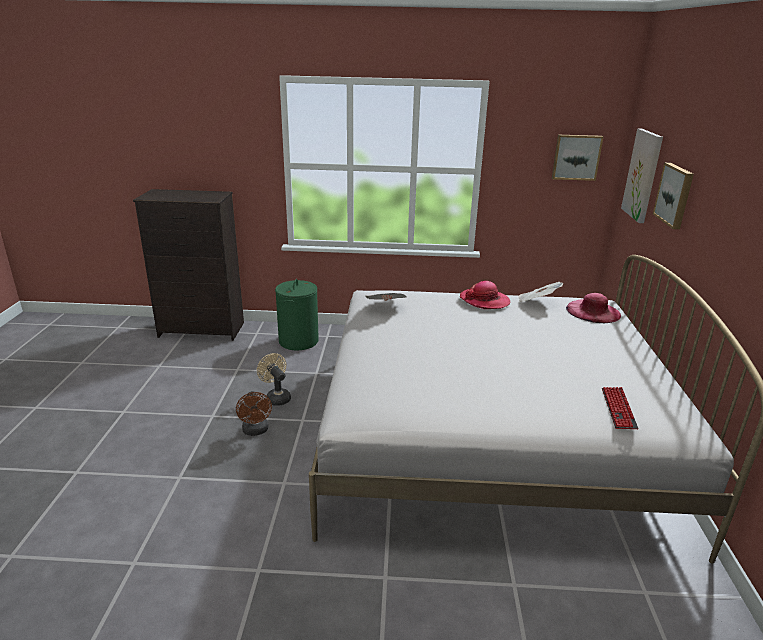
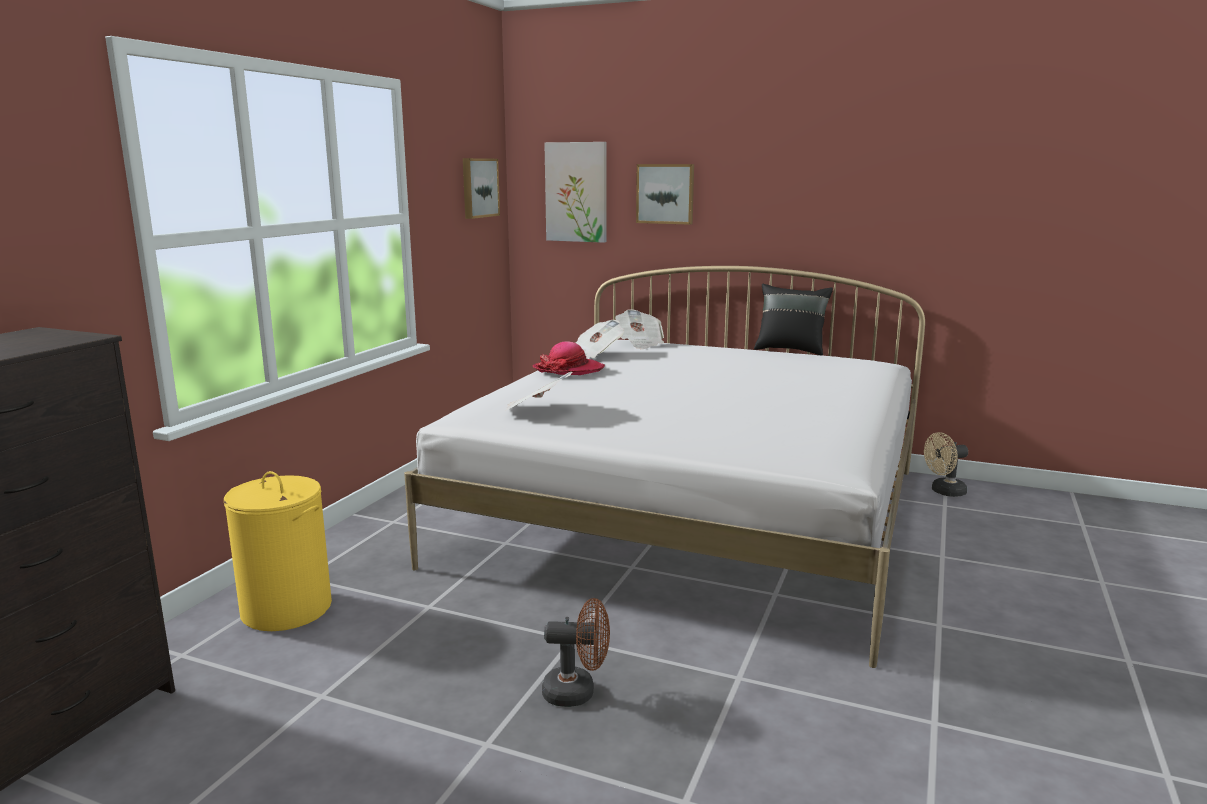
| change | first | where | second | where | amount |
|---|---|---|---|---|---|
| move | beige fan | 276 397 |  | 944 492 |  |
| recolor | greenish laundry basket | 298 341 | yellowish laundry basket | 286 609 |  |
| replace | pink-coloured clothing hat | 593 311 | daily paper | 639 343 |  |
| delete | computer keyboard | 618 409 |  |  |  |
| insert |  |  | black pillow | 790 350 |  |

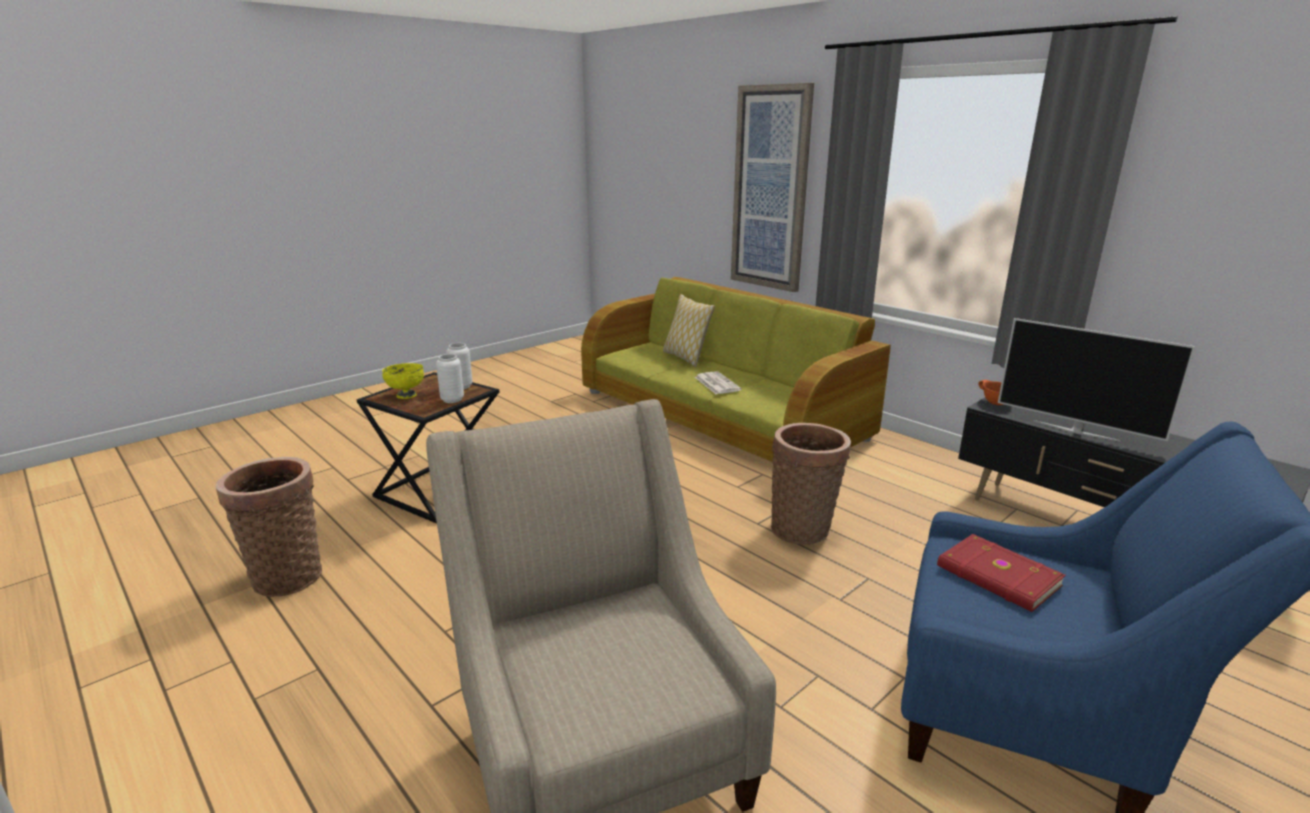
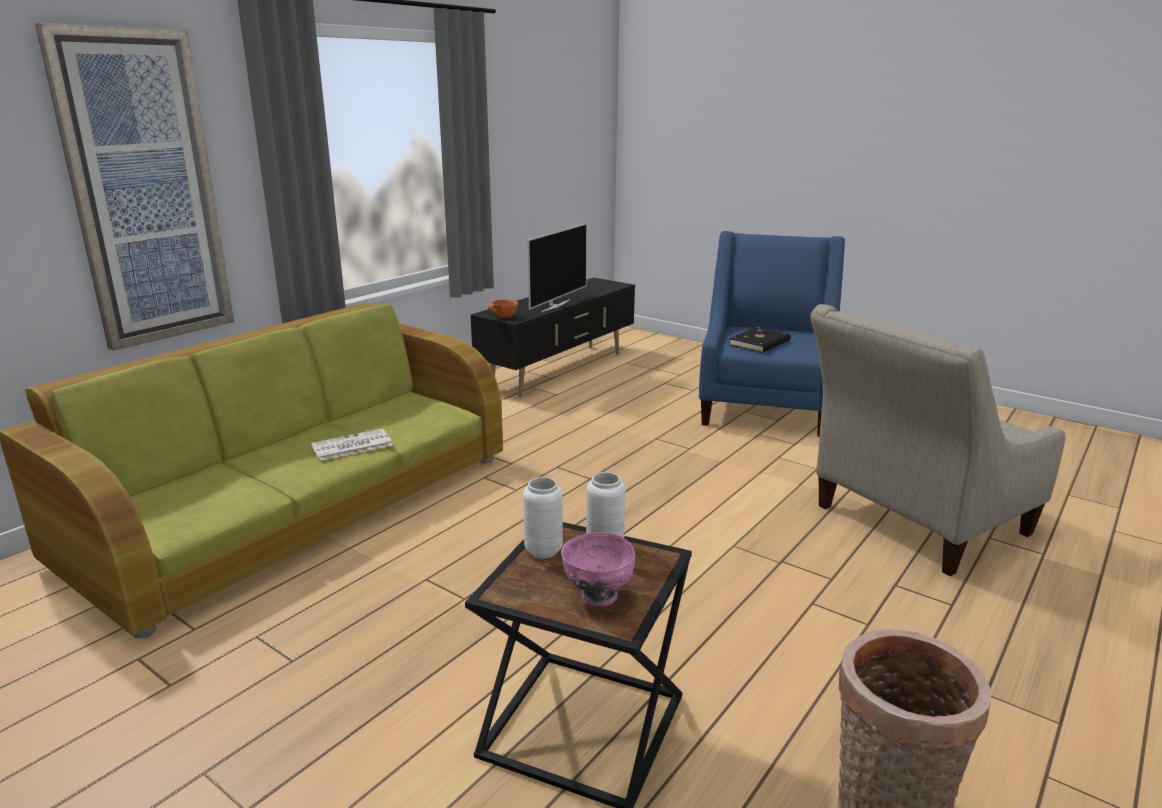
| change | first | where | second | where | amount |
|---|---|---|---|---|---|
| recolor | yellowish serving bowl | 406 395 | pink-coloured serving bowl | 598 596 |  |
| delete | pillow | 686 358 |  |  |  |
| delete | household basket | 803 529 |  |  |  |
| recolor | reddish book | 998 577 | black book | 761 343 |  |

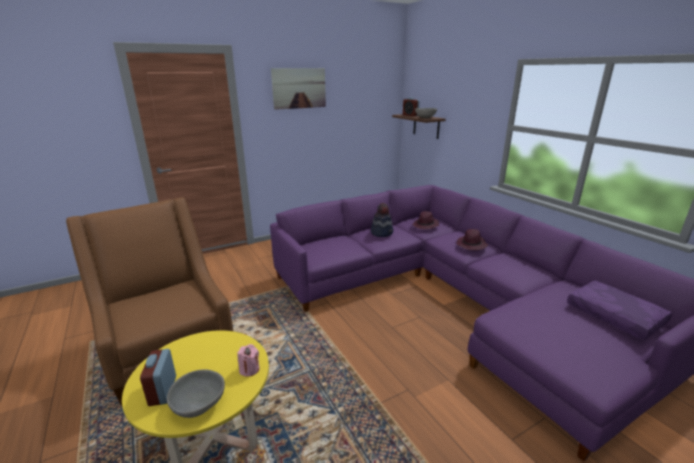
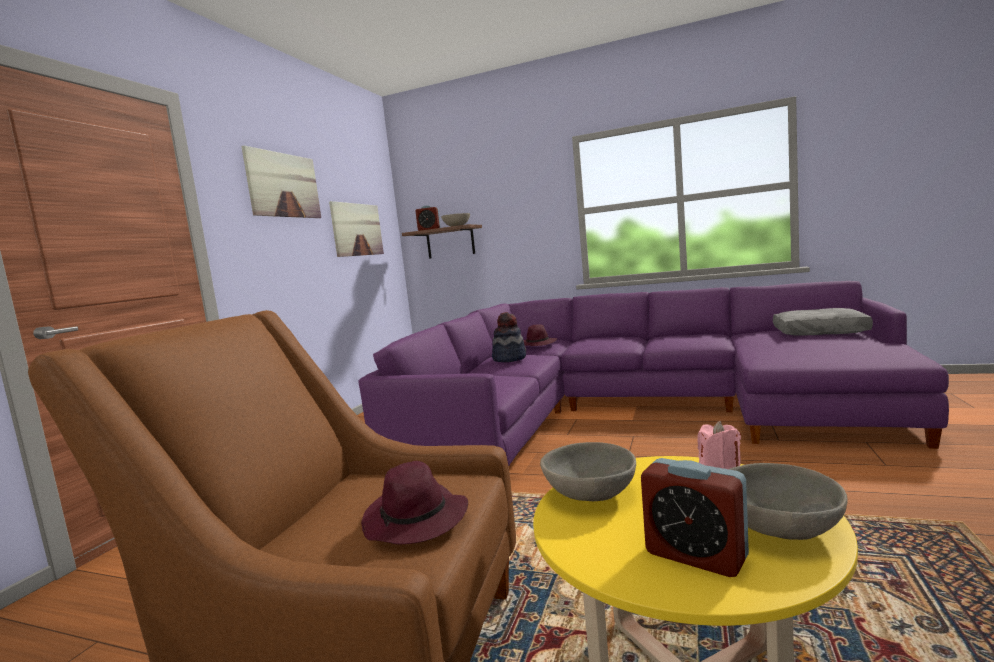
| change | first | where | second | where | amount |
|---|---|---|---|---|---|
| move | purple clothing hat | 471 245 |  | 416 520 |  |
| recolor | purple pillow | 612 316 | gray pillow | 819 332 |  |
| insert |  |  | picture | 357 229 |  |
| insert |  |  | gray serving bowl | 591 494 |  |

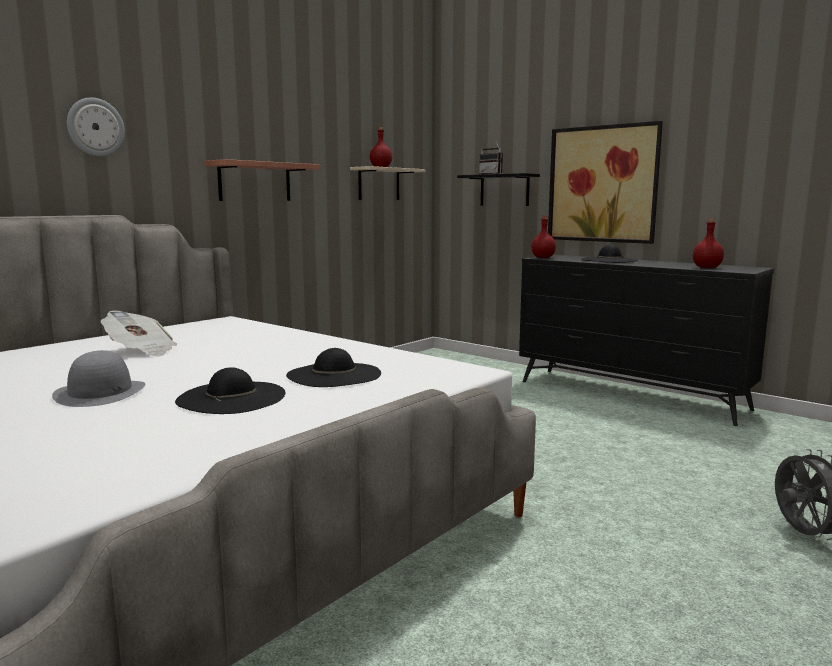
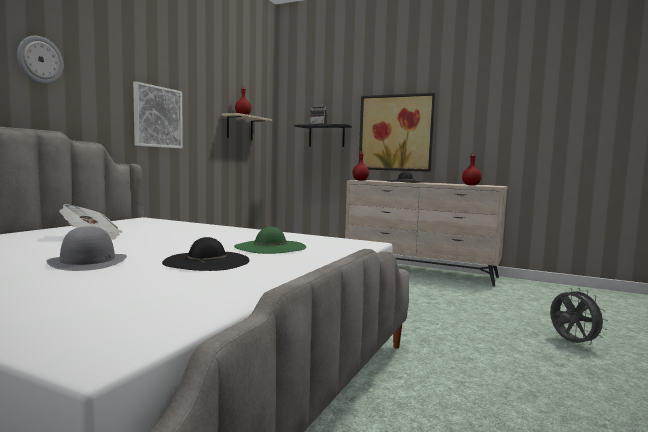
| change | first | where | second | where | amount |
|---|---|---|---|---|---|
| replace | shelf | 255 182 | picture | 157 117 |  |
| recolor | black clothing hat | 334 375 | greenish clothing hat | 270 247 |  |
| recolor | black chest of drawers | 630 395 | beige chest of drawers | 420 272 |  |

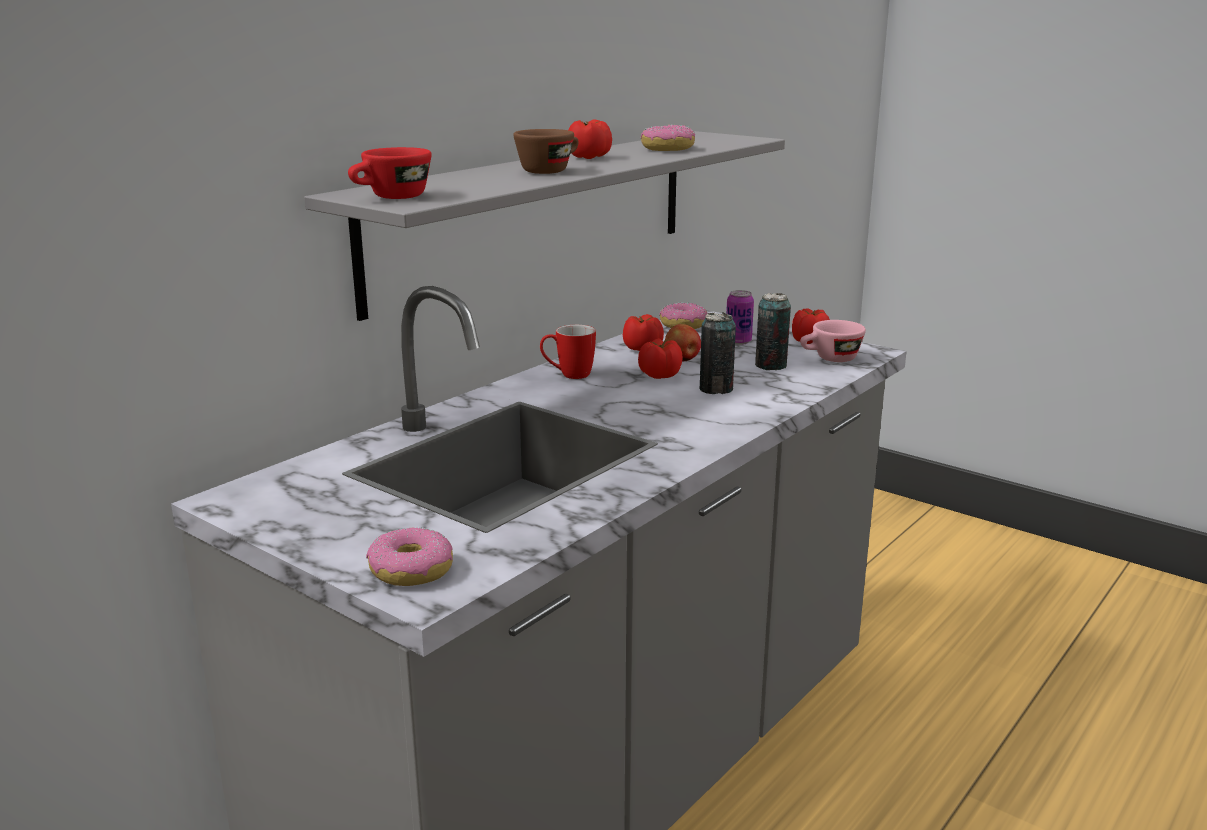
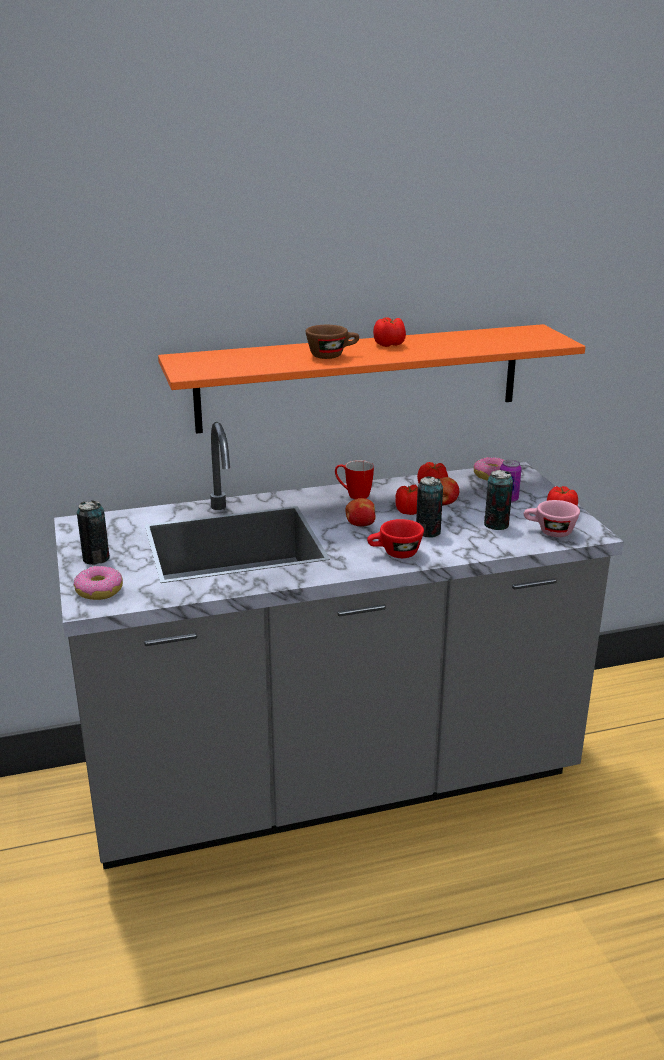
| change | first | where | second | where | amount |
|---|---|---|---|---|---|
| recolor | gray shelf | 538 214 | orange-coloured shelf | 360 378 |  |
| move | reddish small cup | 391 198 |  | 394 554 |  |
| delete | donut | 667 148 |  |  |  |
| insert |  |  | sealed can | 96 559 |  |
| insert |  |  | apple fruit | 360 525 |  |

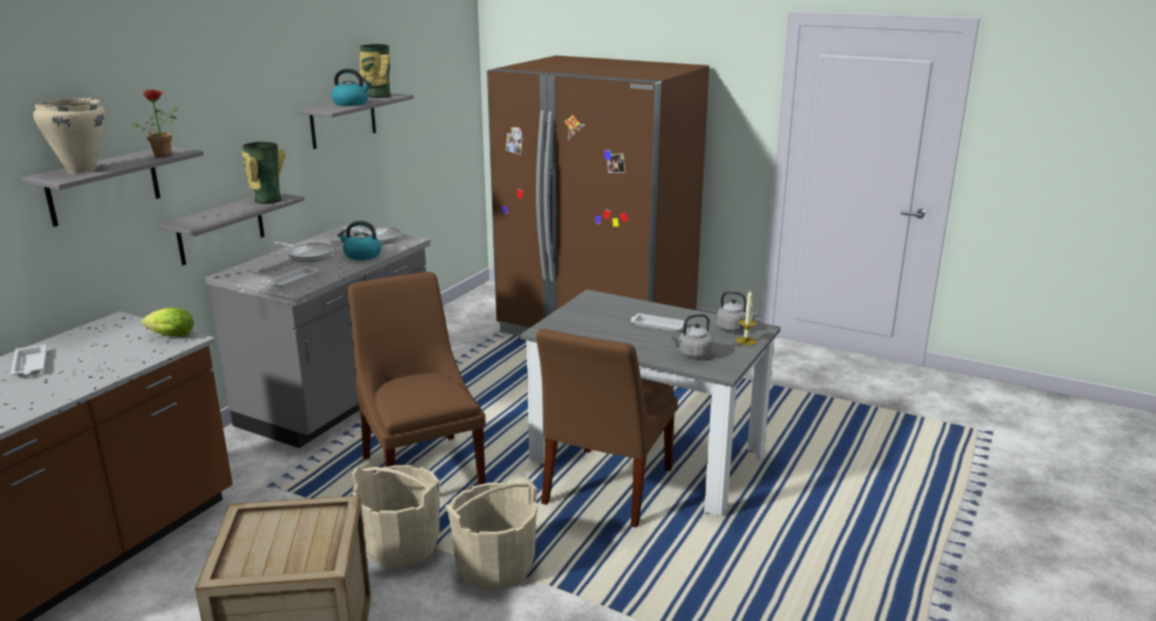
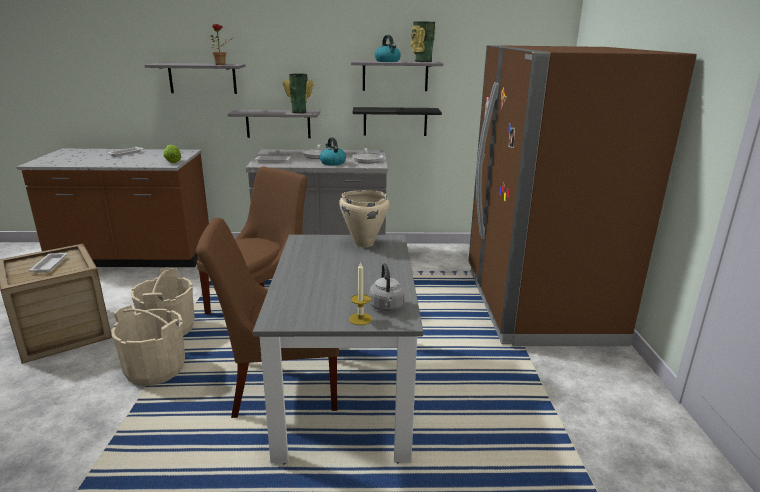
| change | first | where | second | where | amount |
|---|---|---|---|---|---|
| move | beige stockpot | 81 170 |  | 363 243 |  |
| move | white tray | 657 325 |  | 50 265 |  |
| delete | gray water kettle | 693 354 |  |  |  |
| insert |  |  | black shelf | 395 121 |  |

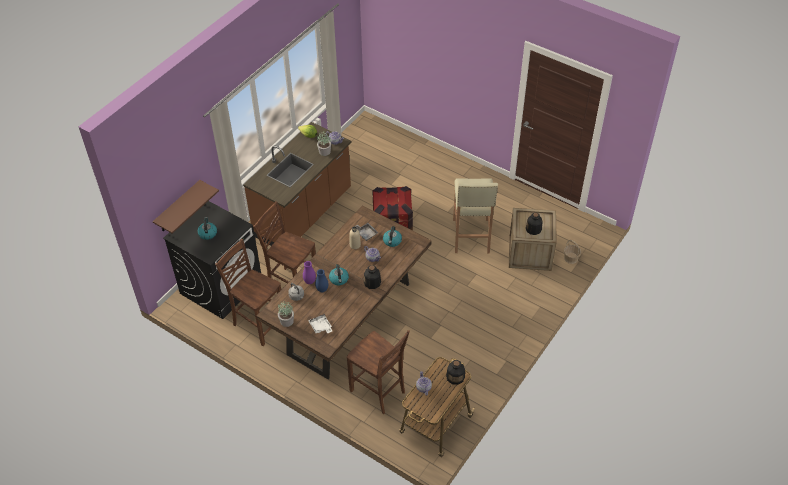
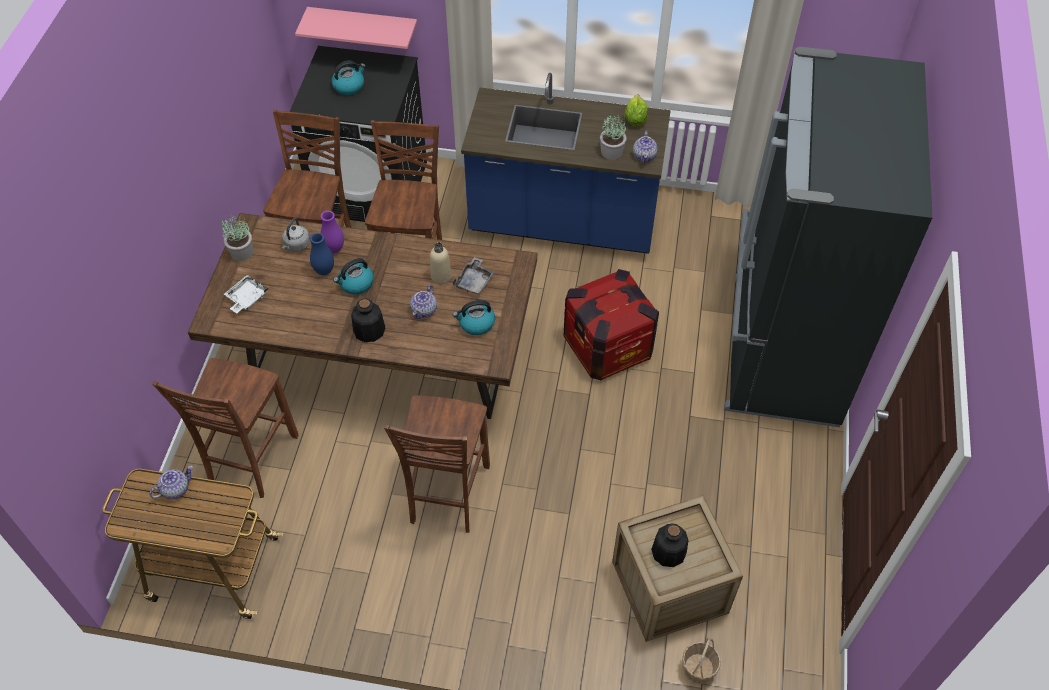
| change | first | where | second | where | amount |
|---|---|---|---|---|---|
| recolor | brown shelf | 178 207 | pink-coloured shelf | 363 27 |  |
| recolor | brown counter | 304 214 | blue counter | 563 224 |  |
| delete | drink bottle | 455 377 |  |  |  |
| delete | beige sitting stool | 471 236 |  |  |  |
| insert |  |  | brown chair | 447 495 |  |
| insert |  |  | black kitchen fridge | 781 349 |  |

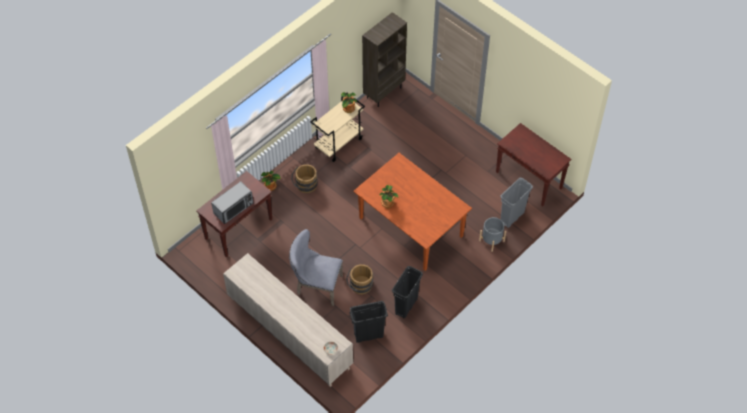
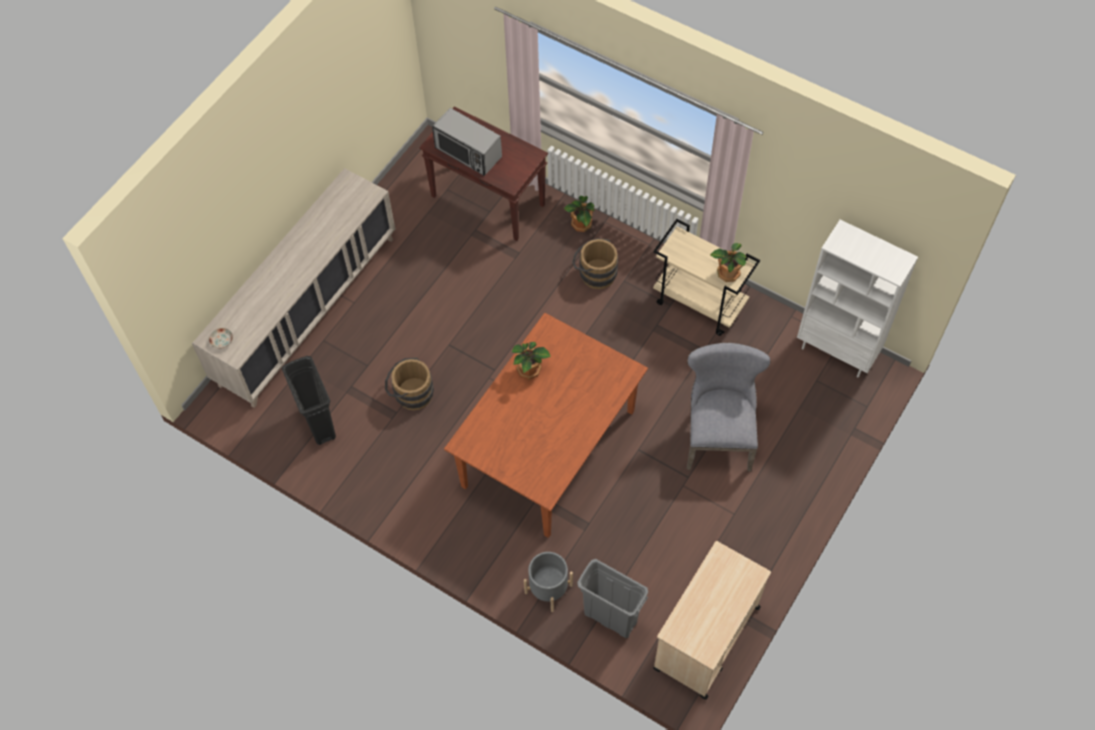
| change | first | where | second | where | amount |
|---|---|---|---|---|---|
| move | gray chair | 316 286 |  | 718 434 |  |
| recolor | brown shelving unit | 384 92 | white shelving unit | 837 351 |  |
| delete | black trash can | 406 306 |  |  |  |
| replace | brown console table | 529 180 | beige wheeled cart | 706 638 |  |

